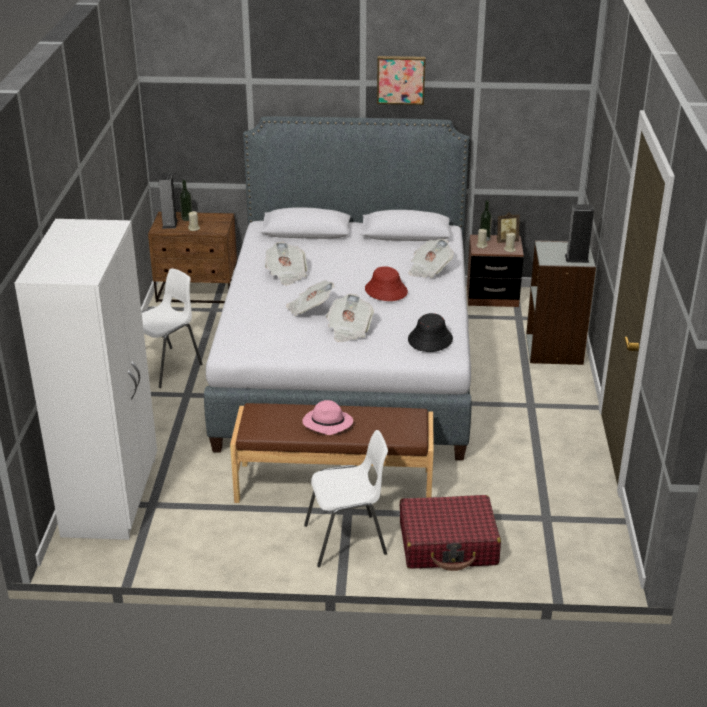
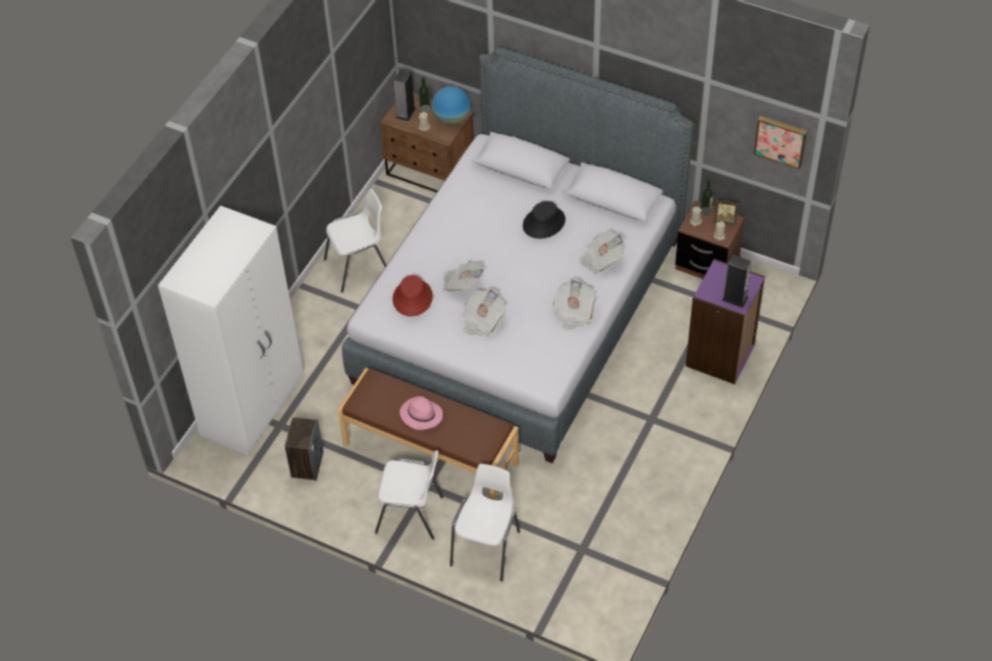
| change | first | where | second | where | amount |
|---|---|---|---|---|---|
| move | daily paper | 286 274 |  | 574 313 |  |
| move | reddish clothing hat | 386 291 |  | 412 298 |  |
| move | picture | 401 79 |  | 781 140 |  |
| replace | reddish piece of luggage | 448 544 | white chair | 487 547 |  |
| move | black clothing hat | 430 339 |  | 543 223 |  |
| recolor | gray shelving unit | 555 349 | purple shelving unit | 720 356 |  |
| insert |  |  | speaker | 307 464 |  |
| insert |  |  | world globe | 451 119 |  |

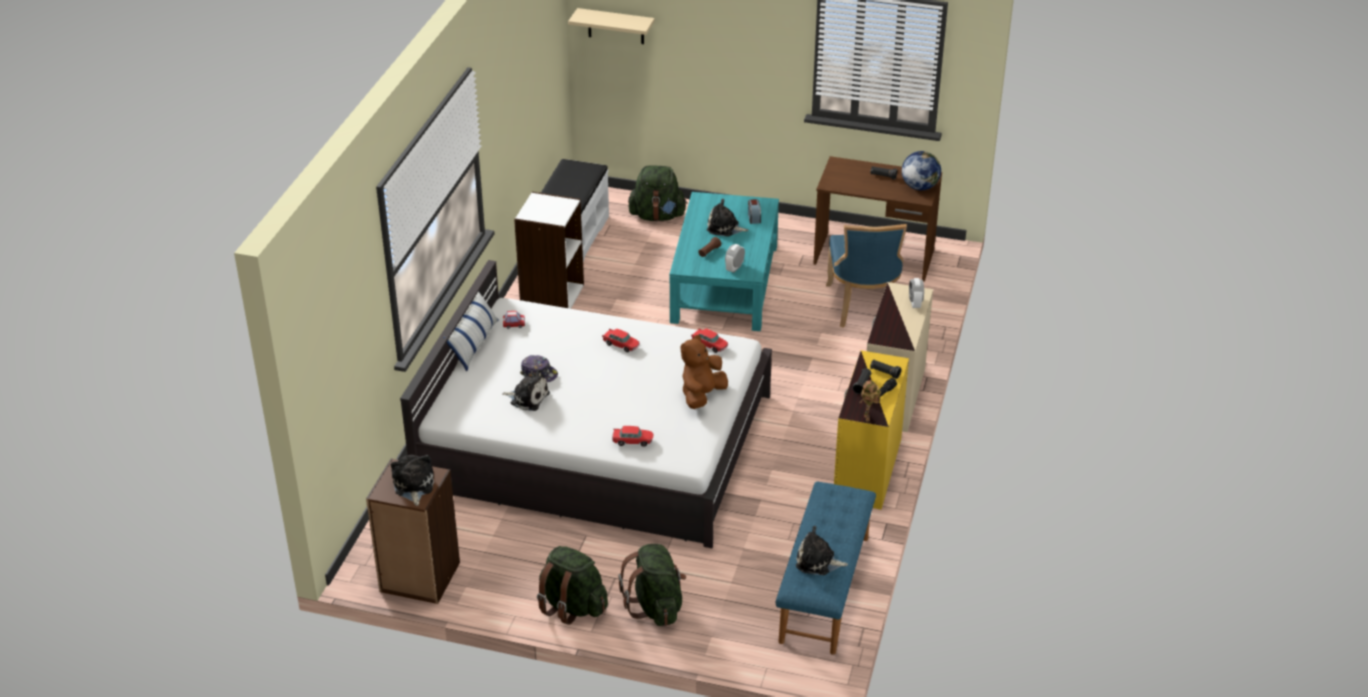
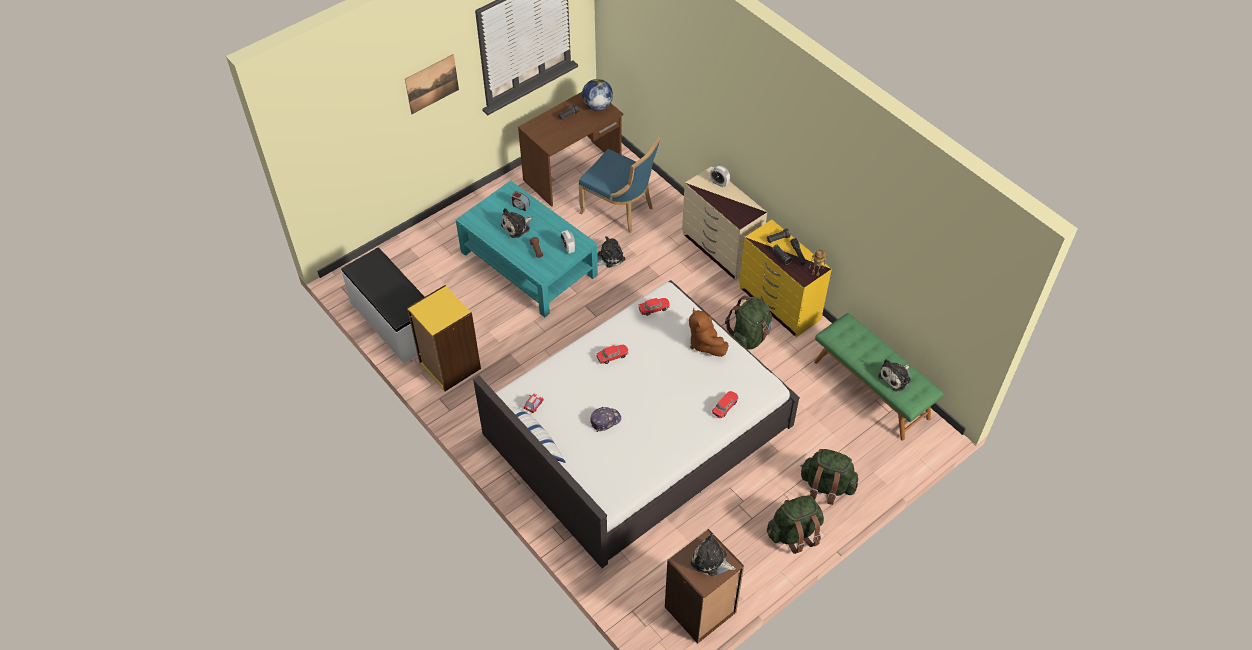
| change | first | where | second | where | amount |
|---|---|---|---|---|---|
| move | cuddly toy | 527 398 |  | 609 257 |  |
| recolor | white shelving unit | 551 295 | yellowish shelving unit | 449 366 |  |
| delete | beige shelf | 616 26 |  |  |  |
| move | greenish knapsack | 657 216 |  | 749 337 |  |
| recolor | blue long seat | 825 589 | greenish long seat | 871 389 |  |
| insert |  |  | picture | 432 84 |  |

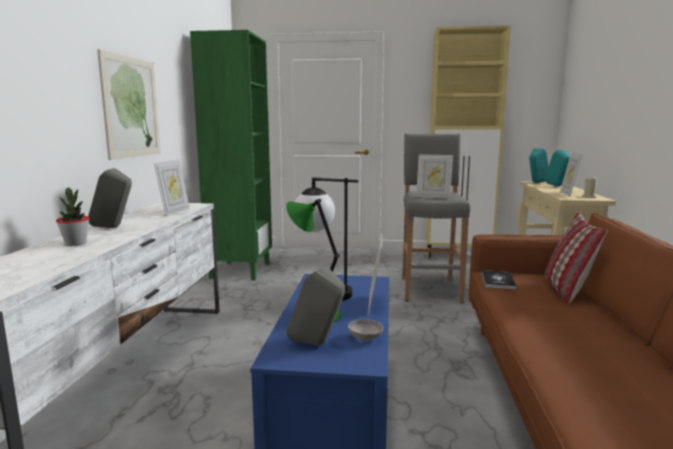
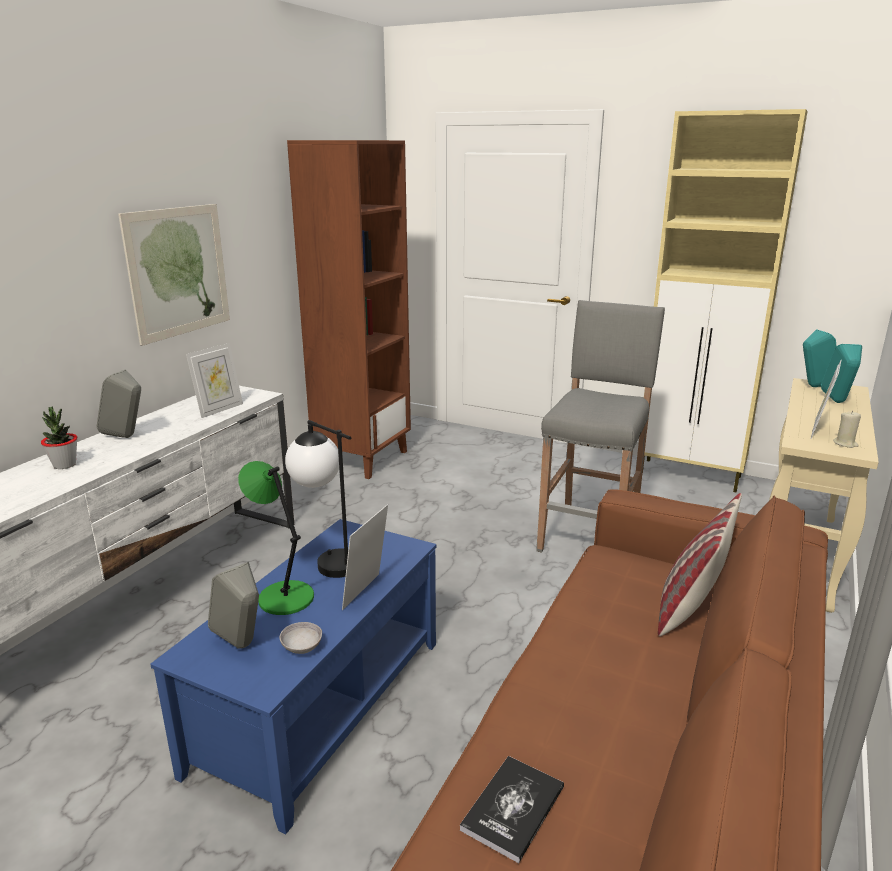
| change | first | where | second | where | amount |
|---|---|---|---|---|---|
| recolor | greenish shelving unit | 240 270 | brown shelving unit | 362 458 |  |
| delete | standing frame | 433 196 |  |  |  |
| move | book | 498 280 |  | 513 808 |  |

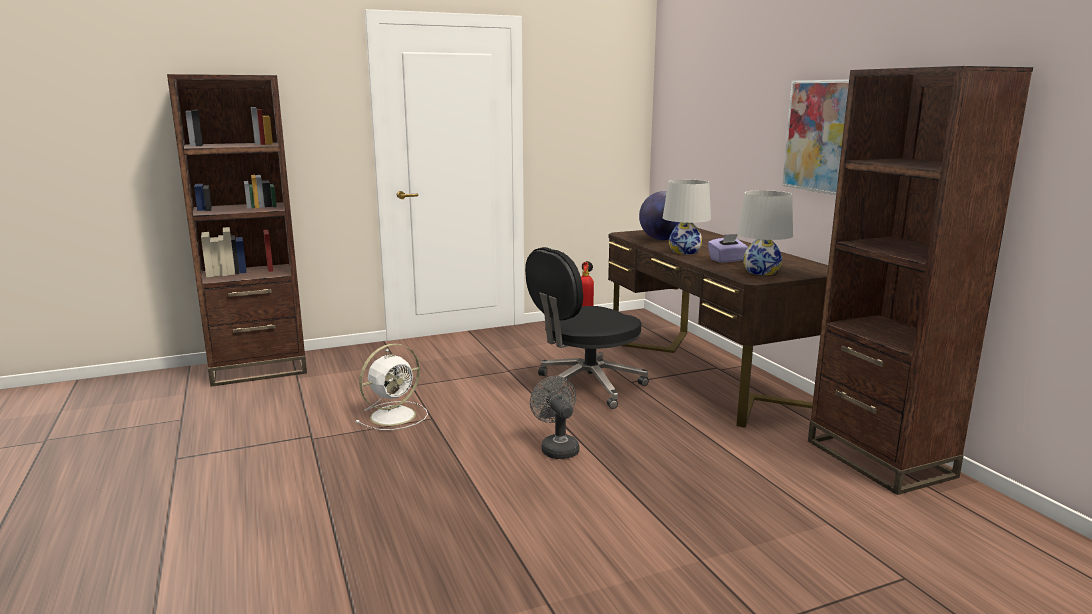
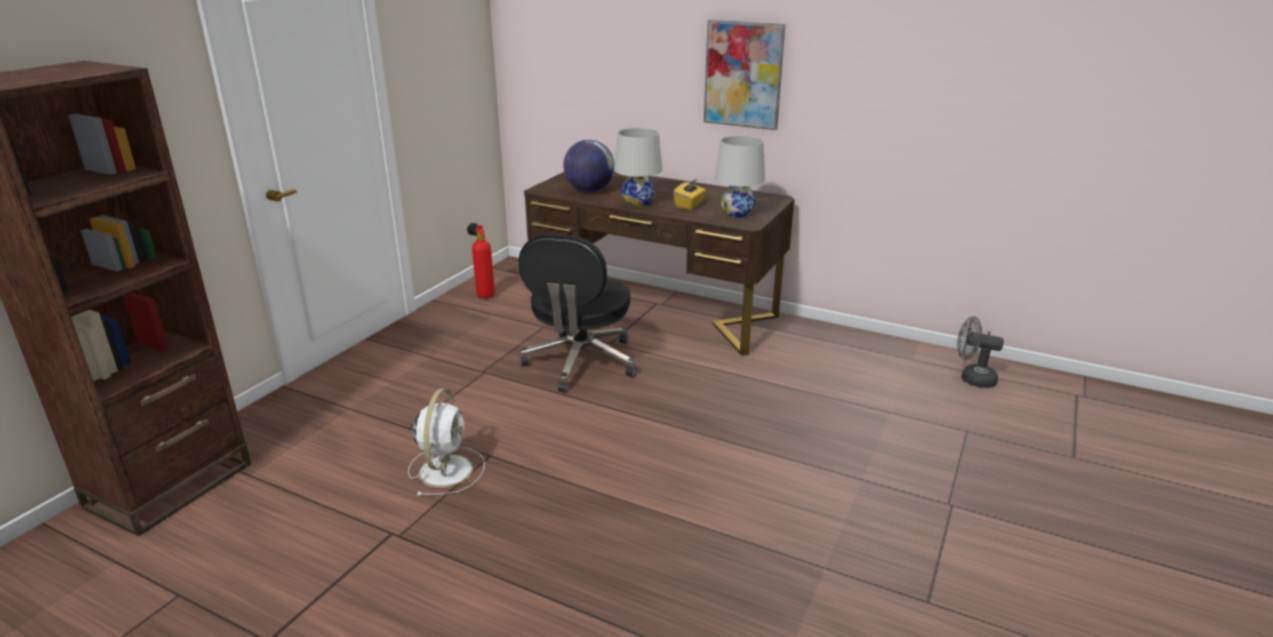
| change | first | where | second | where | amount |
|---|---|---|---|---|---|
| move | gray fan | 557 448 |  | 972 378 |  |
| recolor | purple box of tissues | 727 260 | yellowish box of tissues | 689 205 |  |
| delete | brown shelving unit | 879 459 |  |  |  |

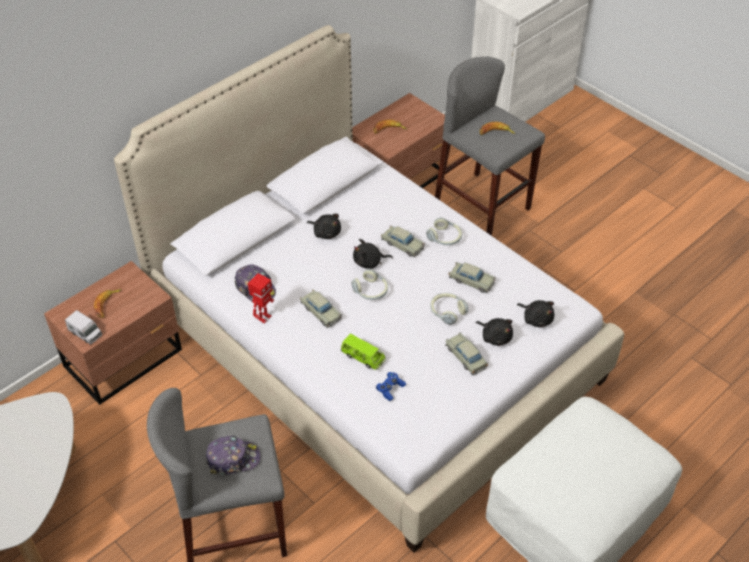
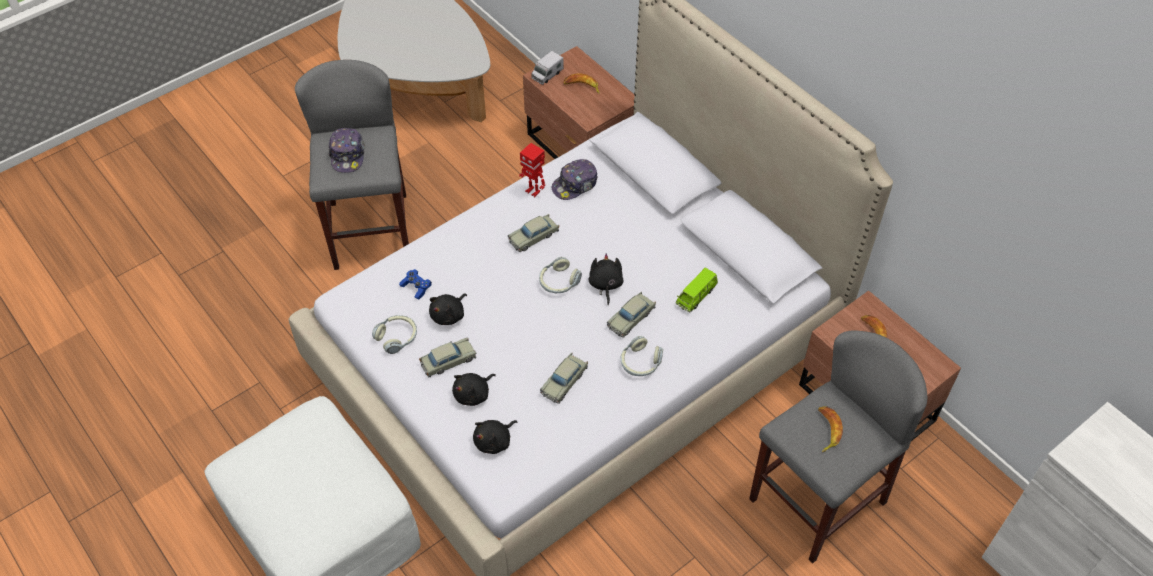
| change | first | where | second | where | amount |
|---|---|---|---|---|---|
| move | black cuddly toy | 326 232 |  | 449 315 |  |
| move | greenish miniature car | 363 357 |  | 696 296 |  |
| move | pair of headphones | 447 311 |  | 397 337 |  |

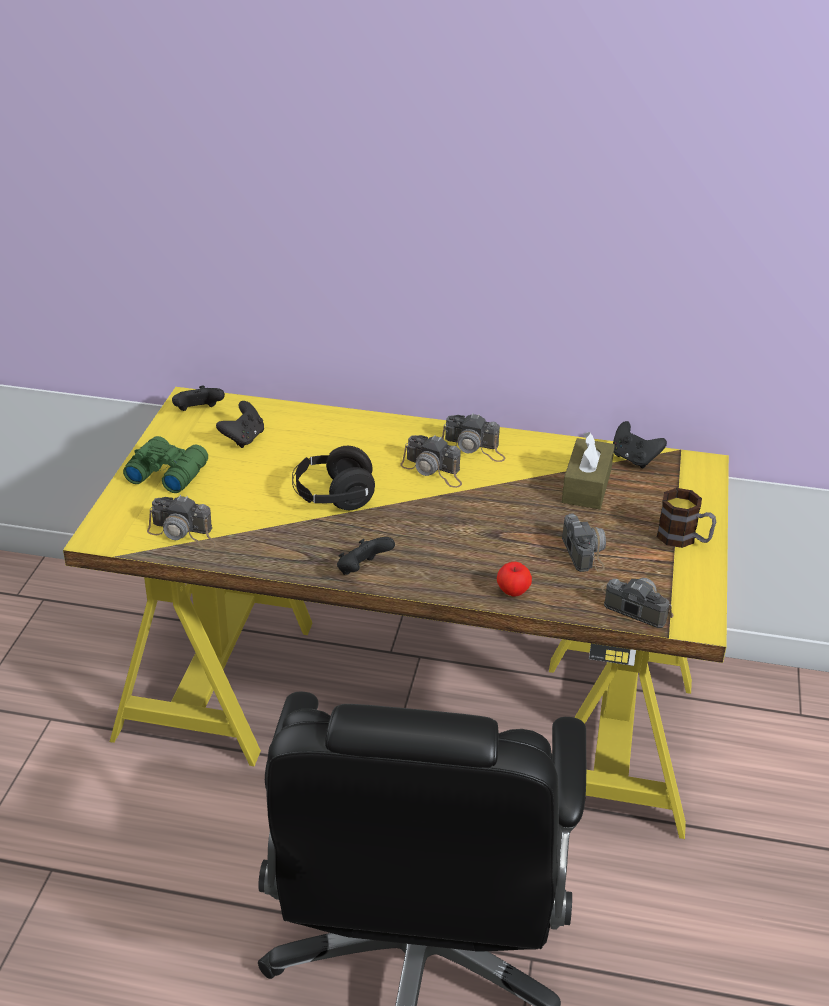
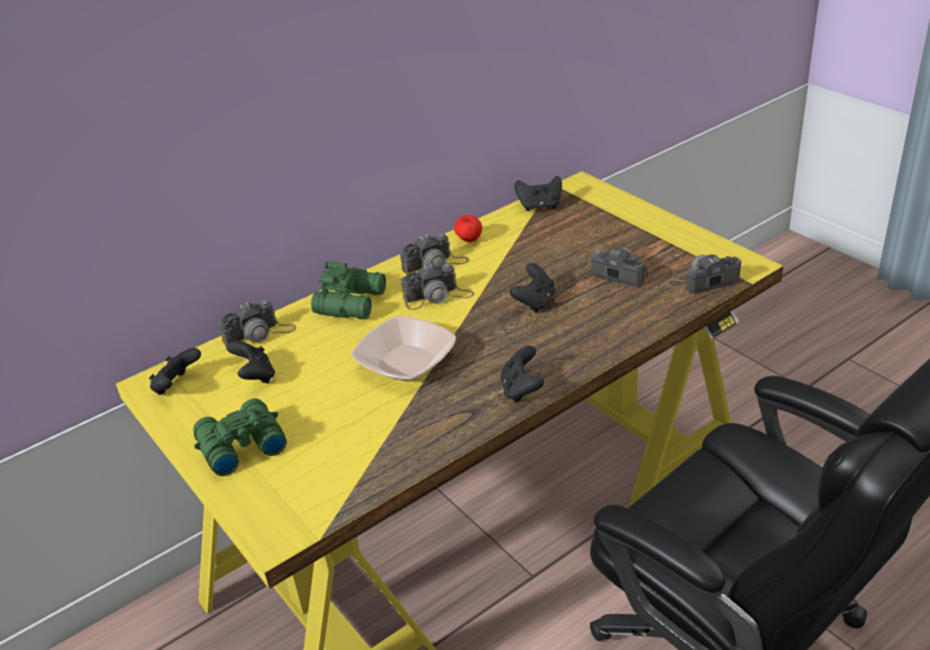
| change | first | where | second | where | amount |
|---|---|---|---|---|---|
| move | still camera | 184 533 |  | 259 335 |  |
| replace | black pair of headphones | 333 497 | serving bowl | 406 362 |  |
| move | apple fruit | 513 591 |  | 469 239 |  |
| delete | brown box of tissues | 586 486 |  |  |  |
| delete | coffee mug | 684 539 |  |  |  |
| insert |  |  | greenish pair of binoculars | 353 302 |  |
| insert |  |  | black gamepad | 534 302 |  |

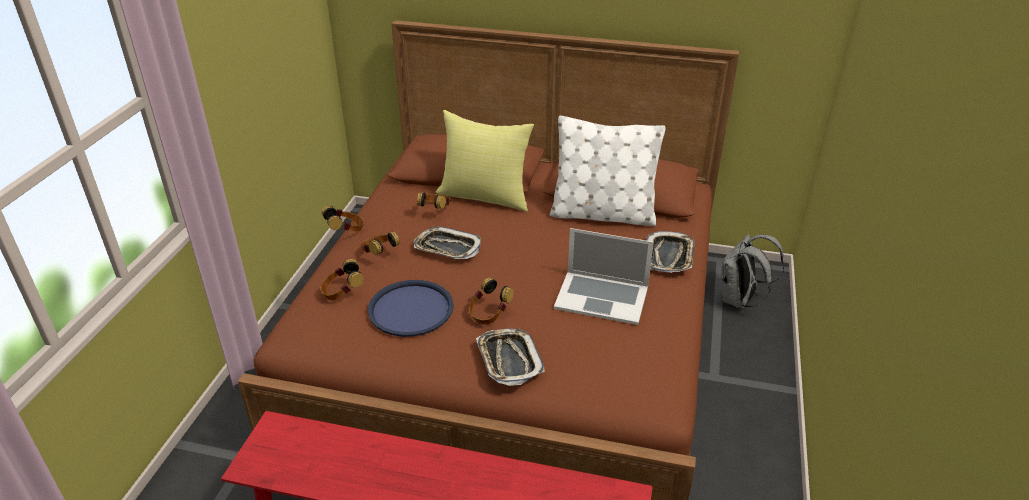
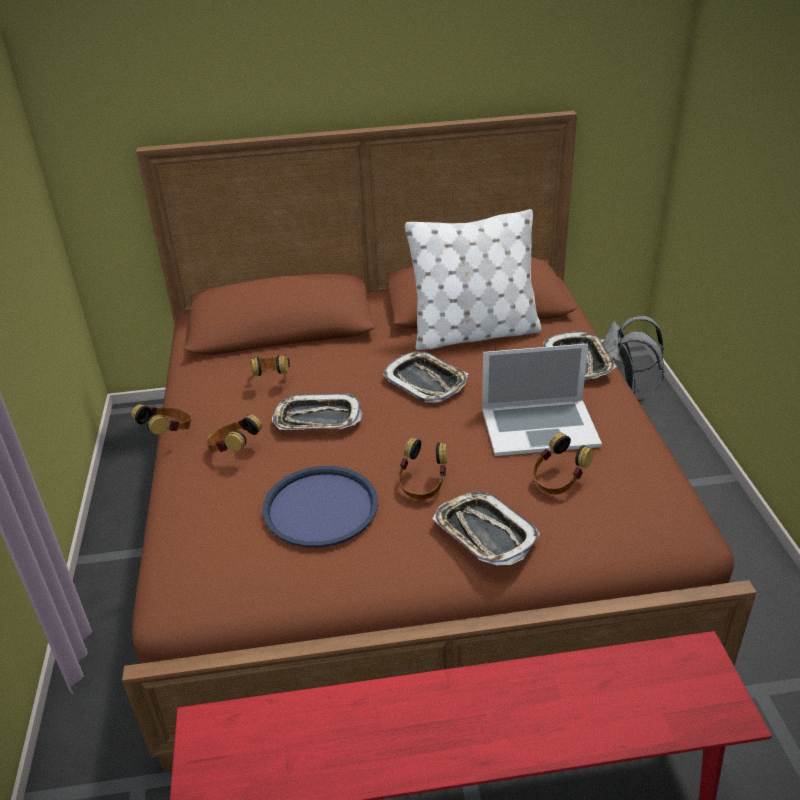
| change | first | where | second | where | amount |
|---|---|---|---|---|---|
| move | pair of headphones | 342 293 |  | 558 481 |  |
| delete | yellowish pillow | 485 196 |  |  |  |
| insert |  |  | tray | 426 381 |  |

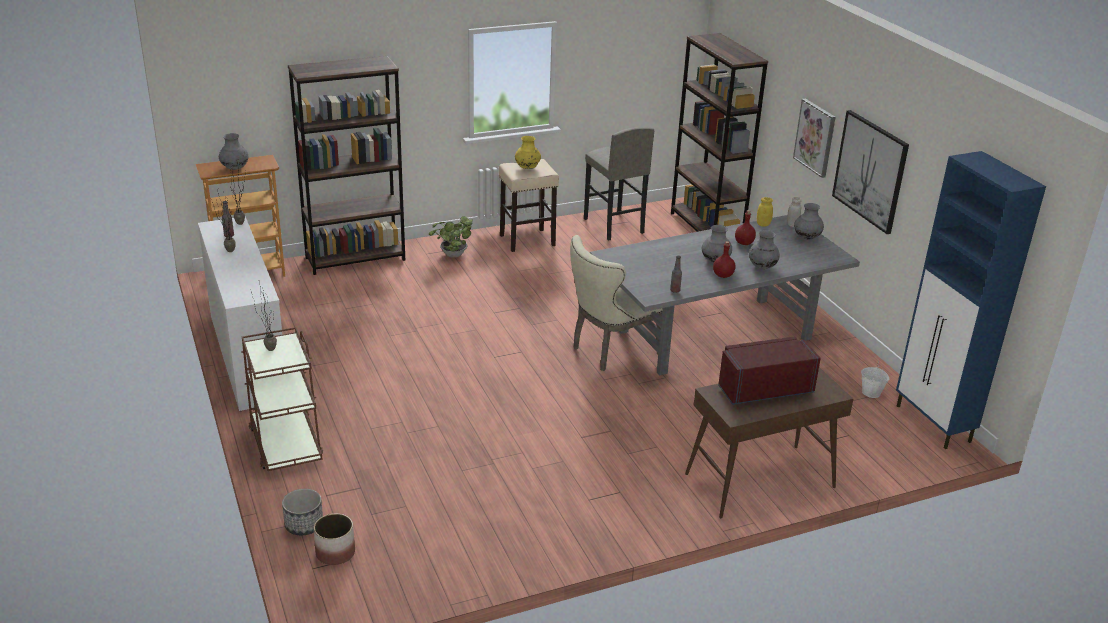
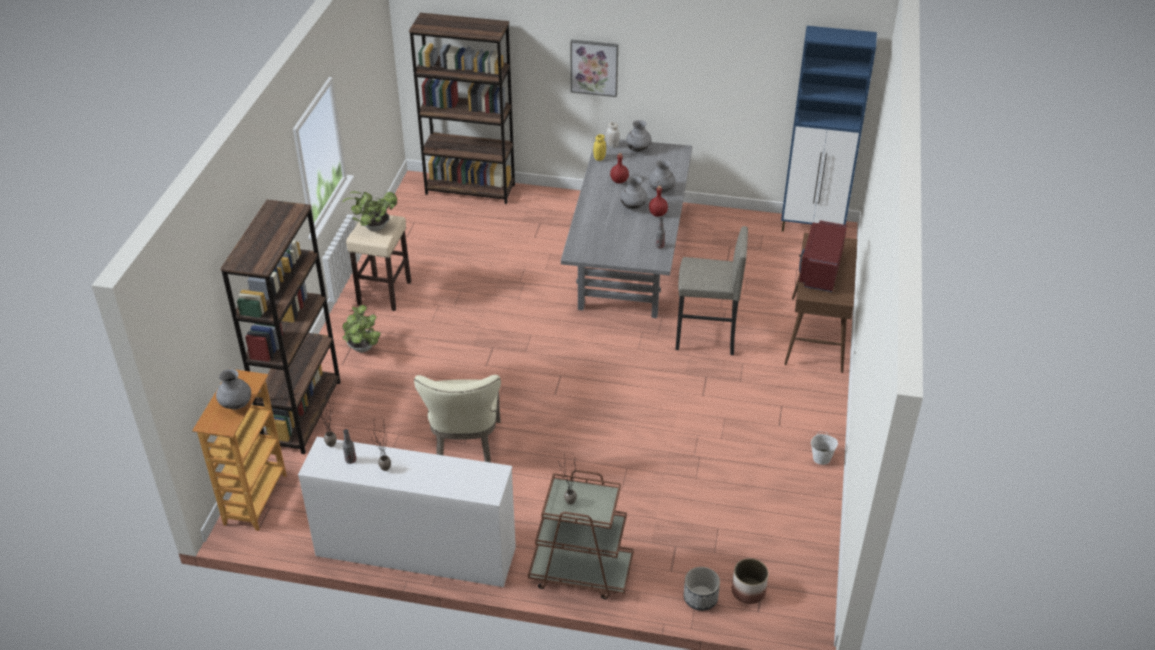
| change | first | where | second | where | amount |
|---|---|---|---|---|---|
| replace | yellowish vase | 527 168 | houseplant | 373 227 |  |
| move | beige chair | 610 351 |  | 466 449 |  |
| move | gray sitting stool | 613 226 |  | 706 338 |  |
| delete | picture | 870 171 |  |  |  |
| move | white pail | 871 393 |  | 822 458 |  |

